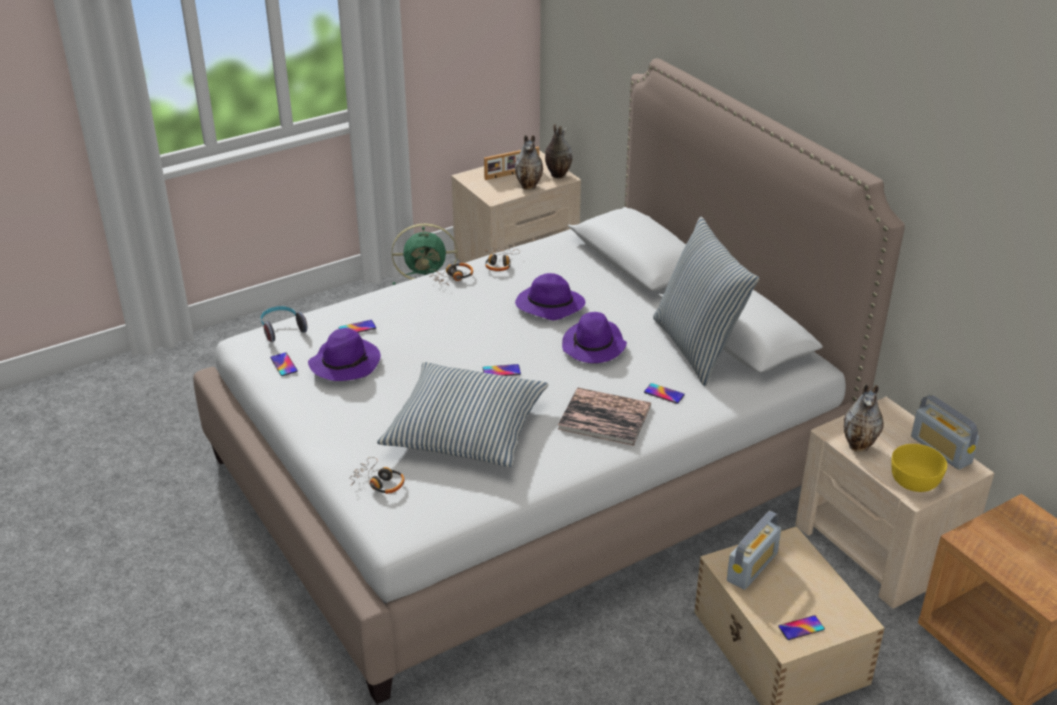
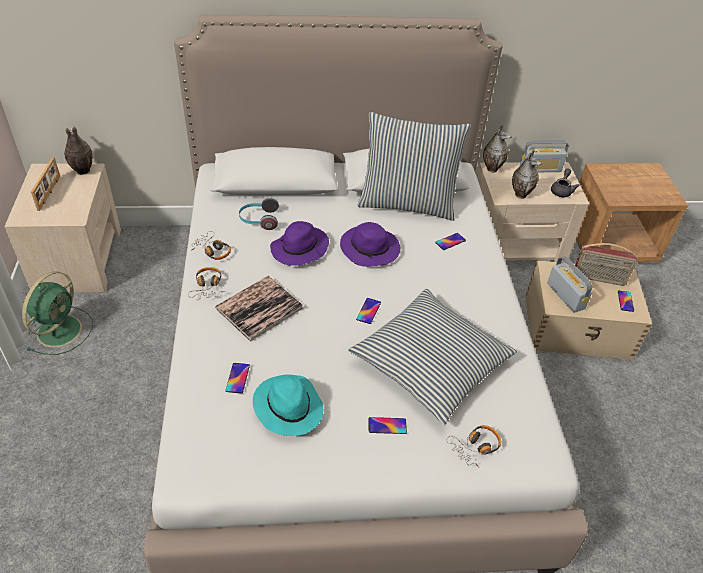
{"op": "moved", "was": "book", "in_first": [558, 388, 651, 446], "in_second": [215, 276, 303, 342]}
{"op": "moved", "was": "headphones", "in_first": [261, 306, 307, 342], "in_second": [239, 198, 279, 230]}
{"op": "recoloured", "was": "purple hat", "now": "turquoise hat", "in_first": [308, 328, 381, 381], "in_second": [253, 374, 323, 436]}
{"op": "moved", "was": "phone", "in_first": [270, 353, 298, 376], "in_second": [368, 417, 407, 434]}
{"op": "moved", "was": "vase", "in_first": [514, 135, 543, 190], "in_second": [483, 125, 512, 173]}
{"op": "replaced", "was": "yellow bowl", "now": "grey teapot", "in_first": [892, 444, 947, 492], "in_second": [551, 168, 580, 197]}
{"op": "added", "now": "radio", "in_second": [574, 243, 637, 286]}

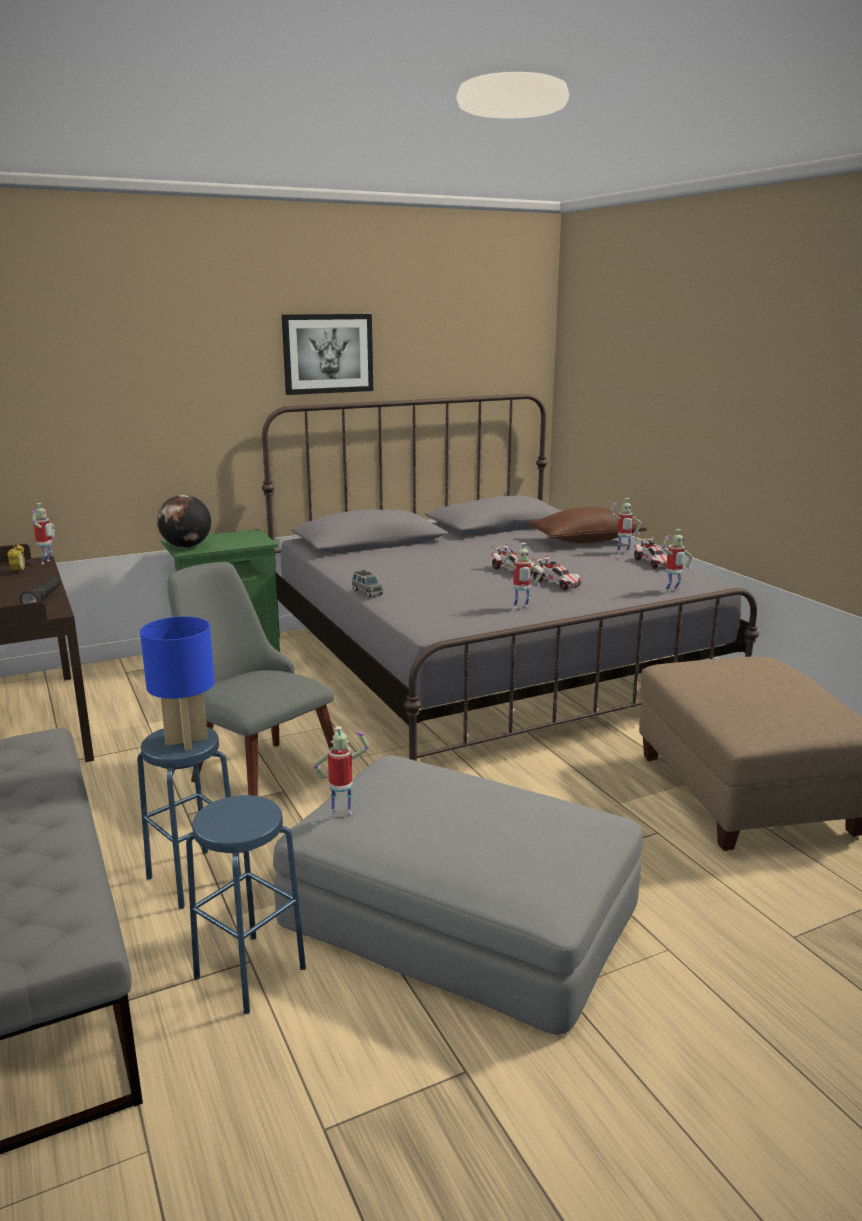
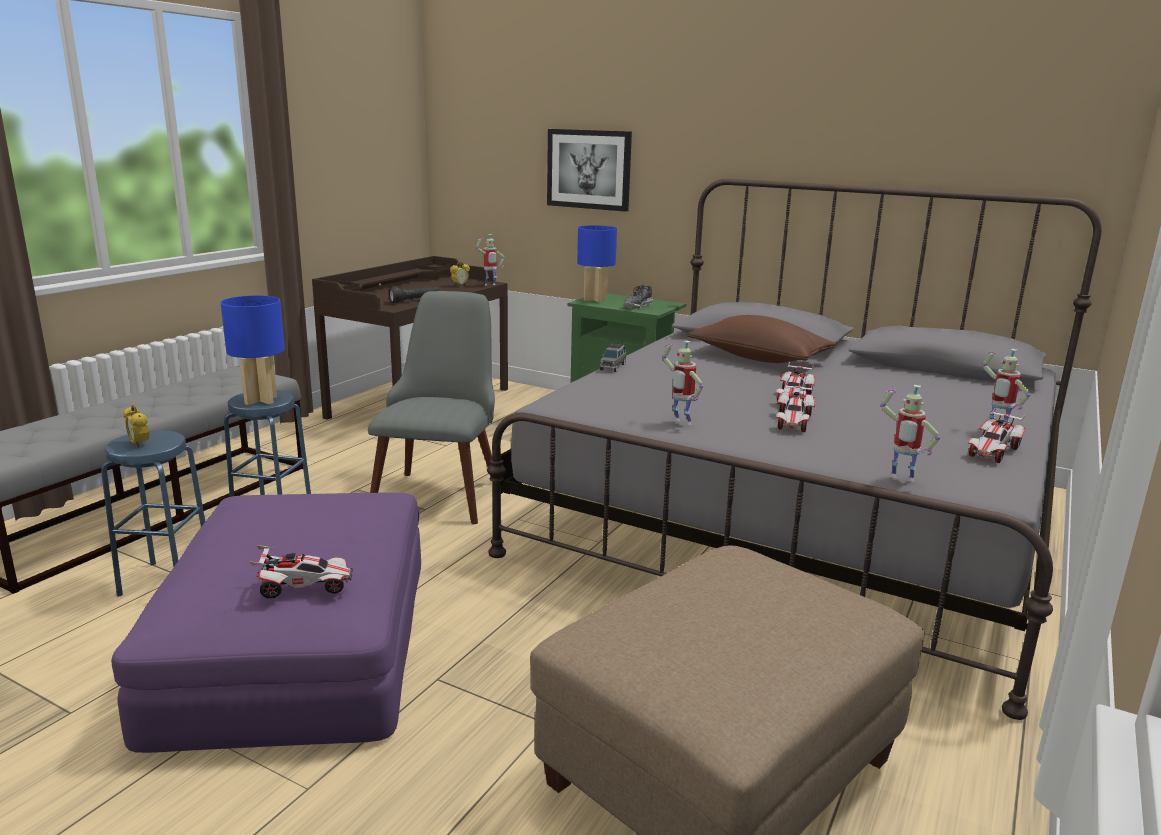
{"op": "recoloured", "was": "grey ottoman", "now": "purple ottoman", "in_first": [273, 755, 643, 1035], "in_second": [111, 492, 421, 753]}
{"op": "added", "now": "alarm clock", "in_second": [123, 405, 149, 448]}
{"op": "added", "now": "toy car", "in_second": [249, 545, 353, 598]}
{"op": "moved", "was": "picture", "in_first": [282, 314, 373, 395], "in_second": [547, 129, 632, 212]}
{"op": "replaced", "was": "globe", "now": "blue table lamp", "in_first": [157, 495, 211, 548], "in_second": [577, 225, 617, 302]}
{"op": "added", "now": "shoe", "in_second": [624, 285, 653, 309]}
{"op": "moved", "was": "brown pillow", "in_first": [529, 507, 647, 543], "in_second": [688, 315, 837, 363]}
{"op": "removed", "was": "toy robot", "in_first": [313, 727, 369, 814]}

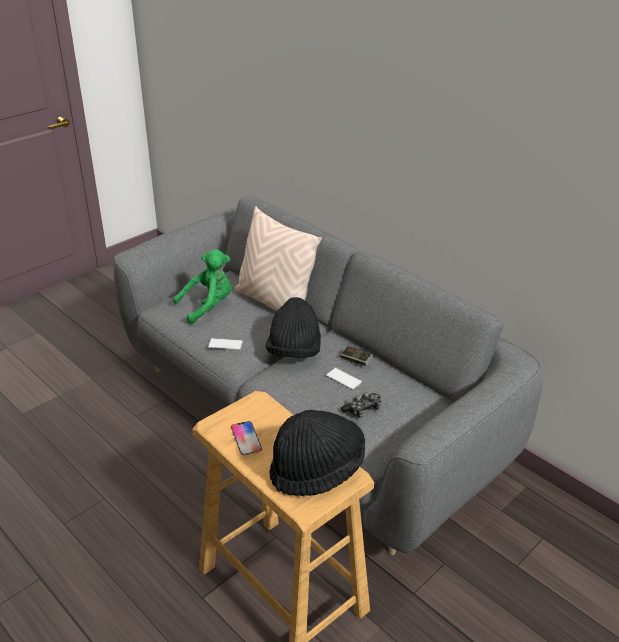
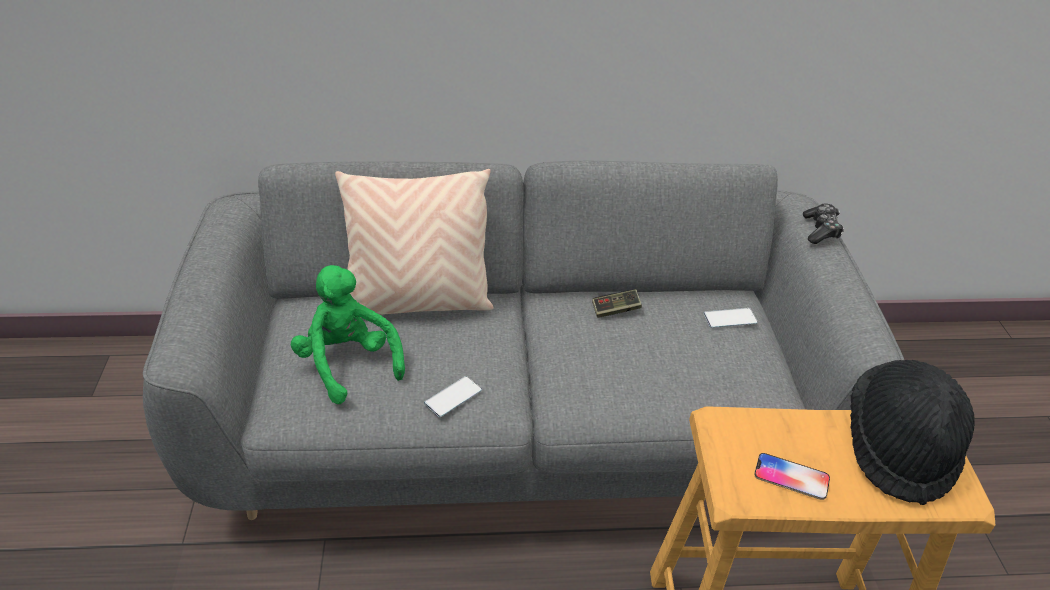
{"op": "turned", "was": "green plush toy", "in_first": [173, 249, 231, 324], "in_second": [291, 265, 405, 404], "clockwise": -45}
{"op": "moved", "was": "phone", "in_first": [325, 367, 362, 390], "in_second": [703, 308, 758, 328]}
{"op": "moved", "was": "game controller", "in_first": [341, 392, 381, 418], "in_second": [803, 203, 844, 244]}
{"op": "removed", "was": "black hat", "in_first": [266, 297, 321, 358]}

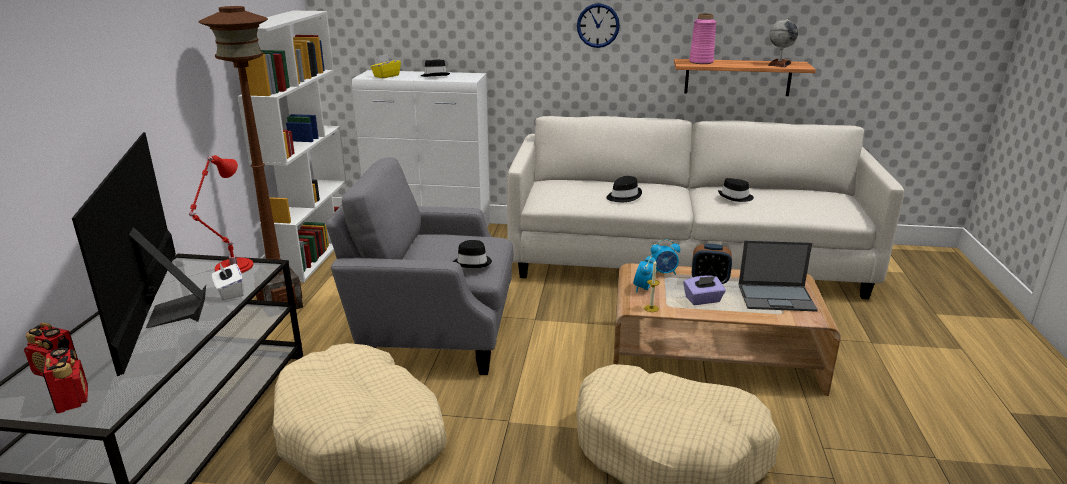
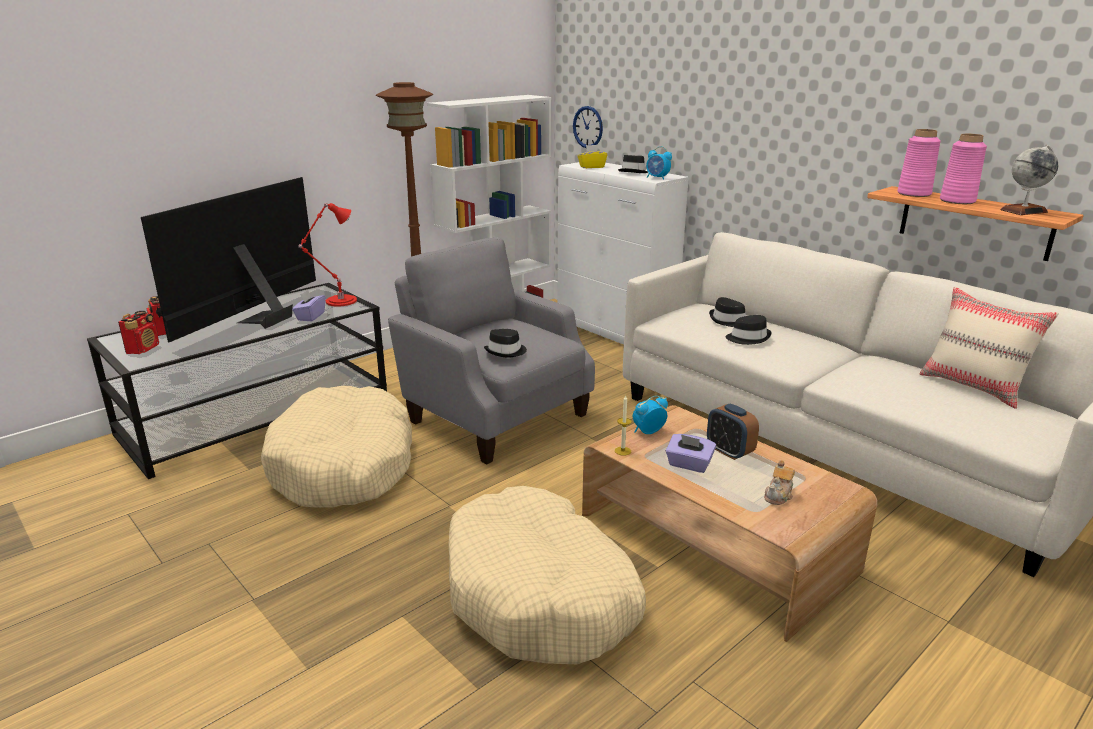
{"op": "recoloured", "was": "white tissue box", "now": "purple tissue box", "in_first": [212, 263, 244, 301], "in_second": [292, 290, 326, 321]}
{"op": "moved", "was": "wall clock", "in_first": [577, 3, 620, 48], "in_second": [573, 106, 603, 148]}
{"op": "moved", "was": "alarm clock", "in_first": [651, 239, 680, 275], "in_second": [646, 146, 672, 180]}
{"op": "moved", "was": "black hat", "in_first": [718, 178, 754, 202], "in_second": [709, 297, 746, 327]}
{"op": "replaced", "was": "laptop", "now": "teapot", "in_first": [738, 240, 818, 312], "in_second": [764, 460, 795, 505]}
{"op": "added", "now": "beige pillow", "in_second": [919, 287, 1059, 409]}
{"op": "added", "now": "pink vase", "in_second": [940, 134, 987, 204]}

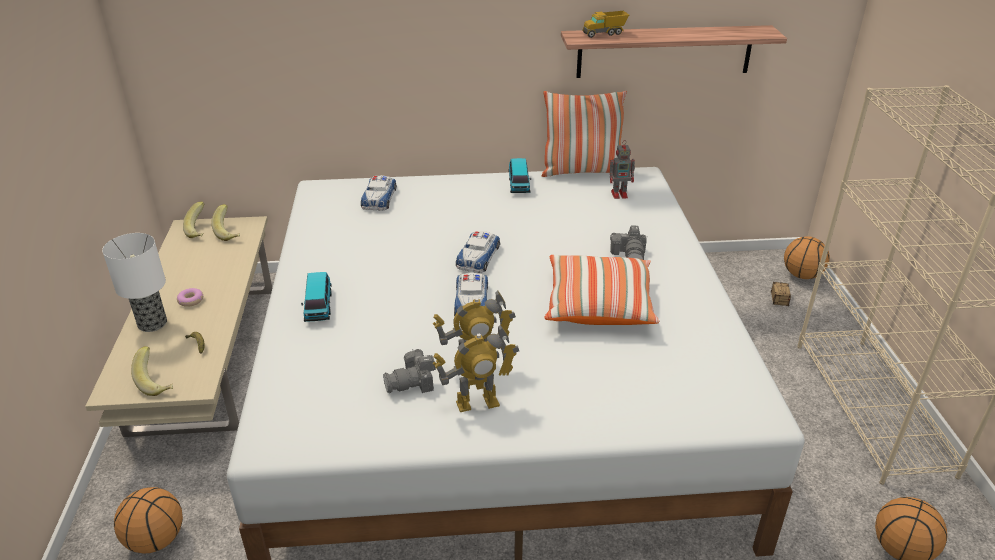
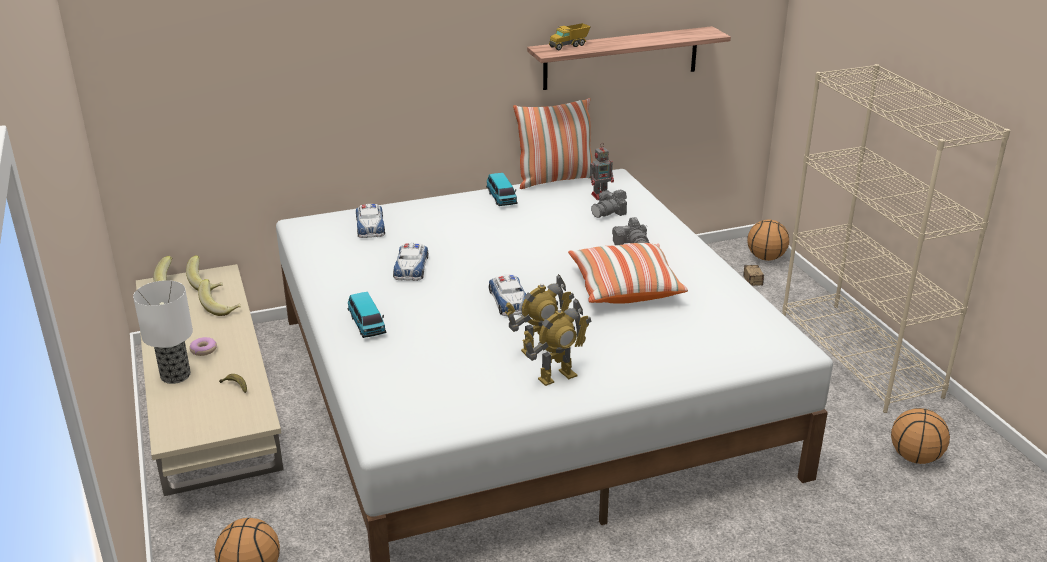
{"op": "moved", "was": "banana", "in_first": [131, 346, 173, 396], "in_second": [198, 279, 241, 316]}
{"op": "moved", "was": "toy car", "in_first": [456, 231, 500, 273], "in_second": [393, 243, 429, 281]}
{"op": "moved", "was": "photo camera", "in_first": [383, 349, 436, 393], "in_second": [591, 190, 627, 218]}

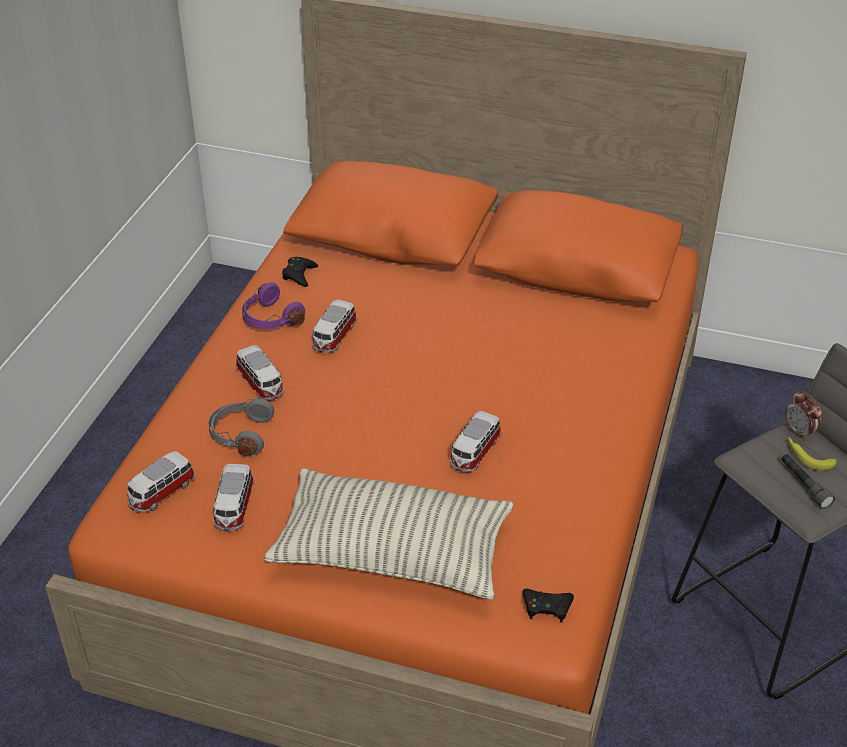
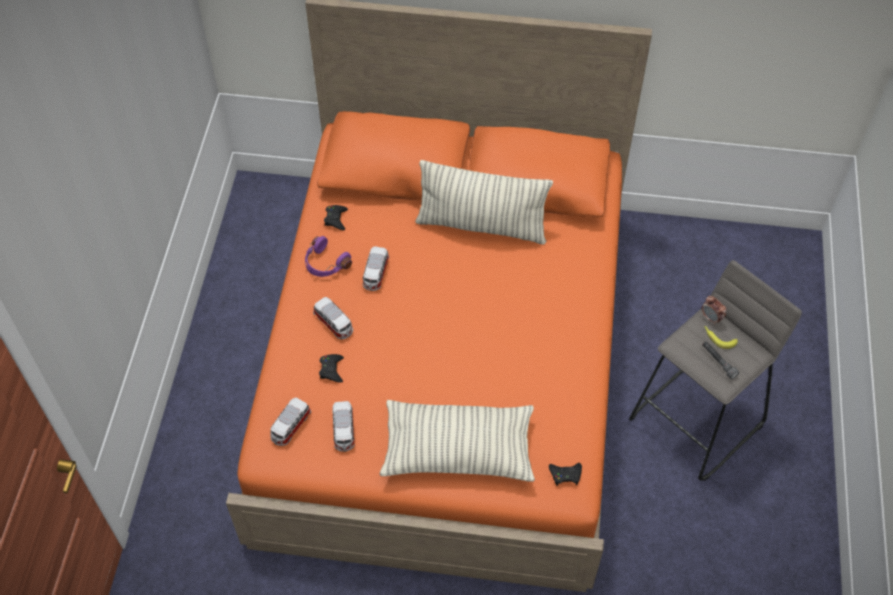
{"op": "replaced", "was": "grey headphones", "now": "black game controller", "in_first": [208, 398, 274, 456], "in_second": [319, 354, 344, 383]}
{"op": "added", "now": "pillow", "in_second": [415, 160, 553, 245]}
{"op": "removed", "was": "toy car", "in_first": [450, 411, 501, 472]}

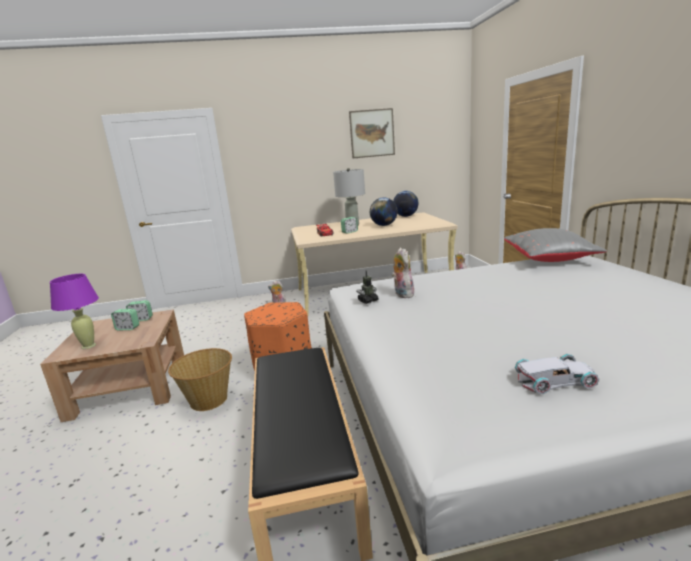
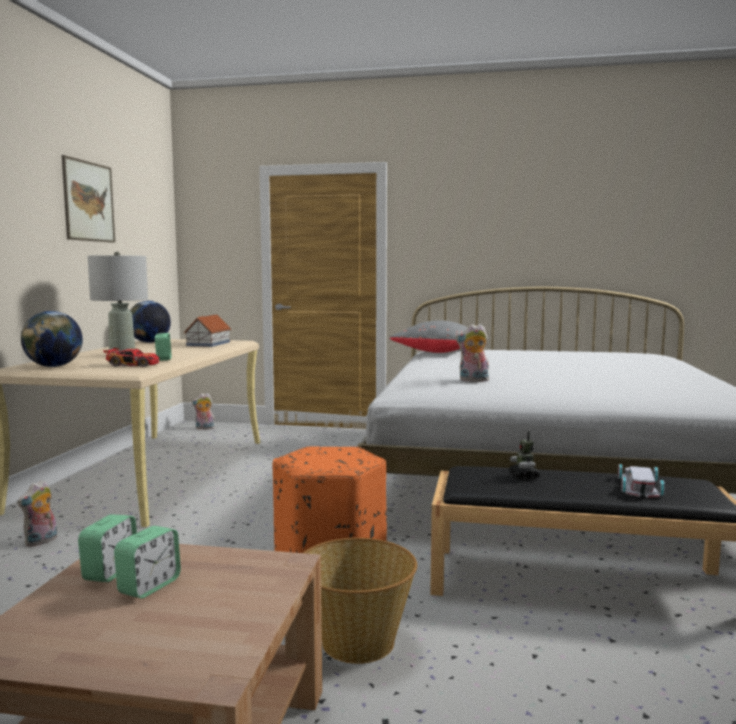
{"op": "moved", "was": "globe", "in_first": [370, 197, 398, 226], "in_second": [21, 311, 83, 367]}
{"op": "added", "now": "toy house", "in_second": [184, 314, 231, 347]}
{"op": "moved", "was": "toy robot", "in_first": [356, 270, 379, 304], "in_second": [509, 431, 541, 480]}
{"op": "moved", "was": "white toy car", "in_first": [515, 354, 599, 394], "in_second": [618, 464, 665, 498]}
{"op": "removed", "was": "purple table lamp", "in_first": [50, 274, 99, 349]}

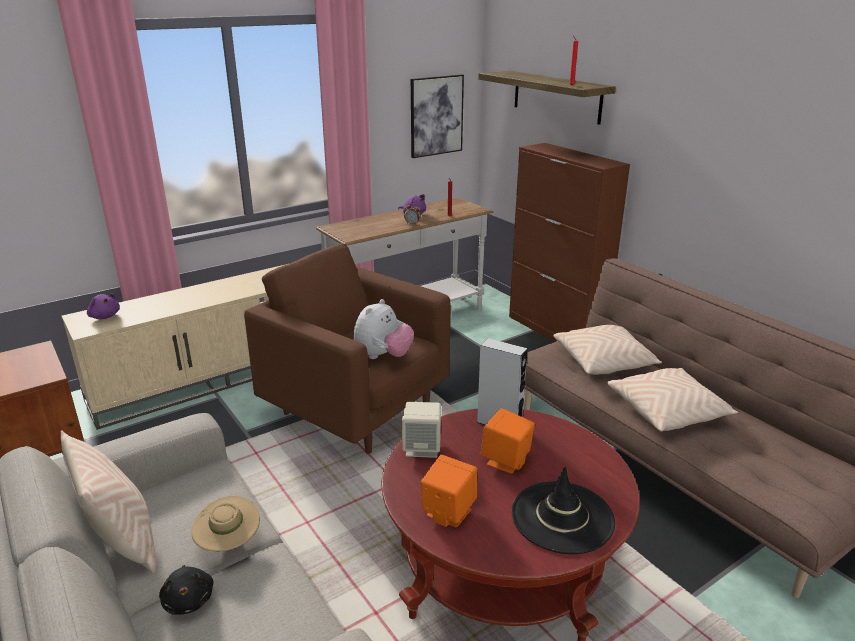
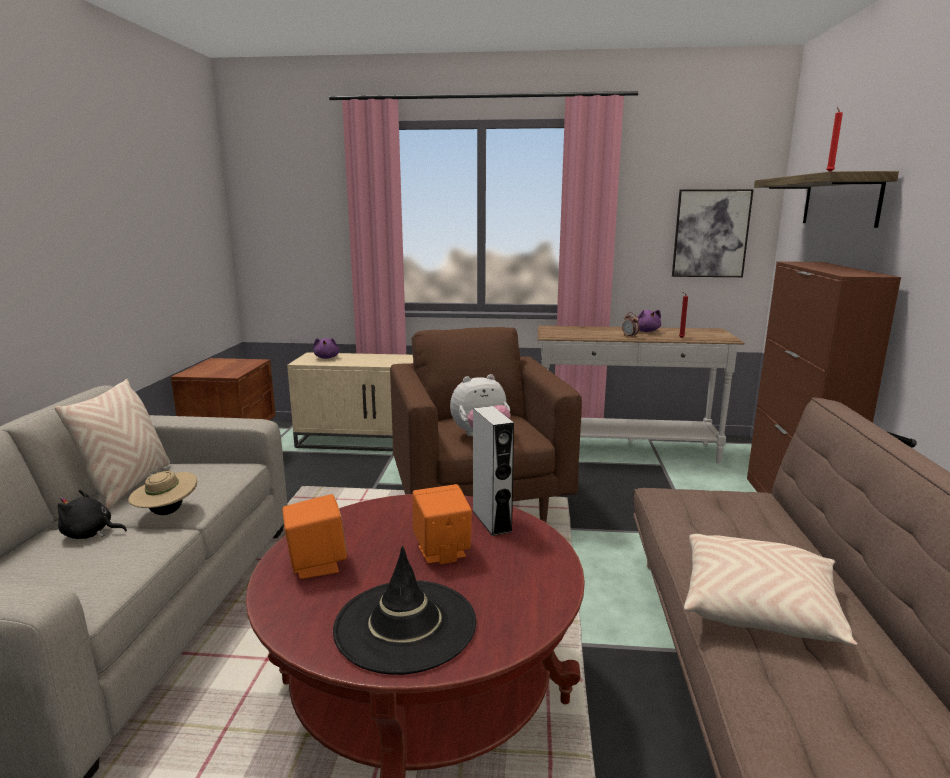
{"op": "turned", "was": "black plush toy", "in_first": [159, 565, 214, 615], "in_second": [58, 490, 127, 539], "clockwise": 75}
{"op": "removed", "was": "beige speaker", "in_first": [402, 402, 441, 458]}
{"op": "removed", "was": "beige pillow", "in_first": [553, 325, 662, 375]}

